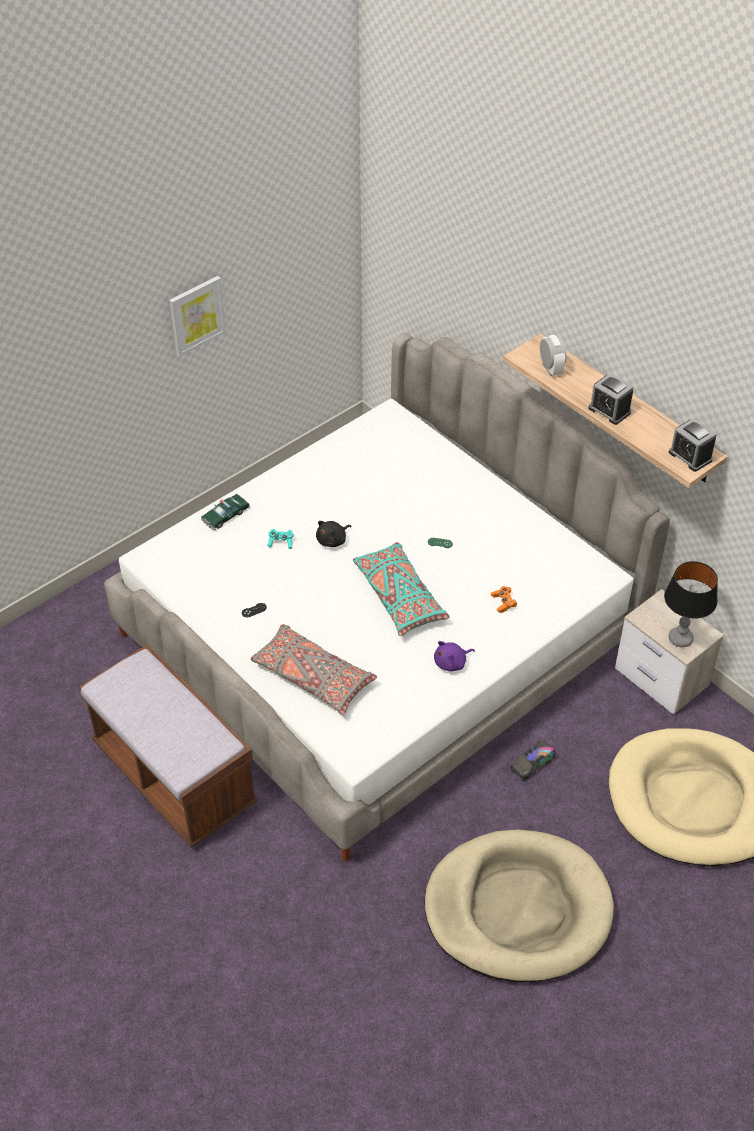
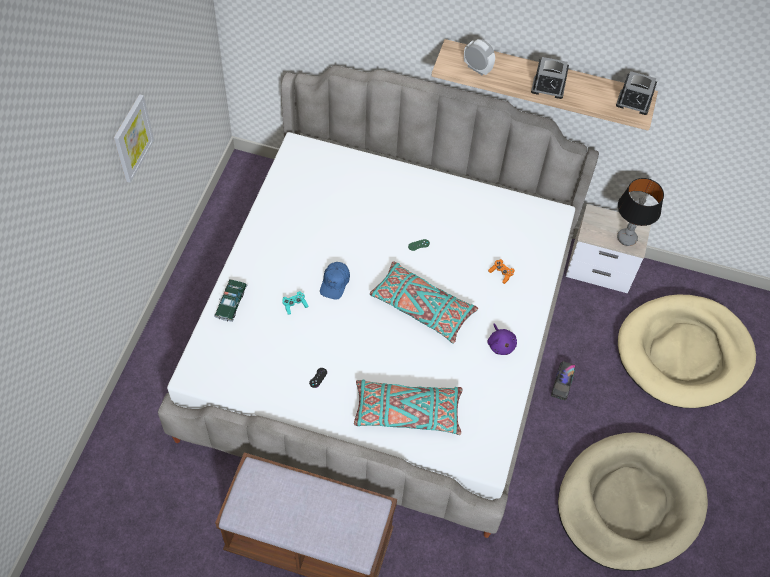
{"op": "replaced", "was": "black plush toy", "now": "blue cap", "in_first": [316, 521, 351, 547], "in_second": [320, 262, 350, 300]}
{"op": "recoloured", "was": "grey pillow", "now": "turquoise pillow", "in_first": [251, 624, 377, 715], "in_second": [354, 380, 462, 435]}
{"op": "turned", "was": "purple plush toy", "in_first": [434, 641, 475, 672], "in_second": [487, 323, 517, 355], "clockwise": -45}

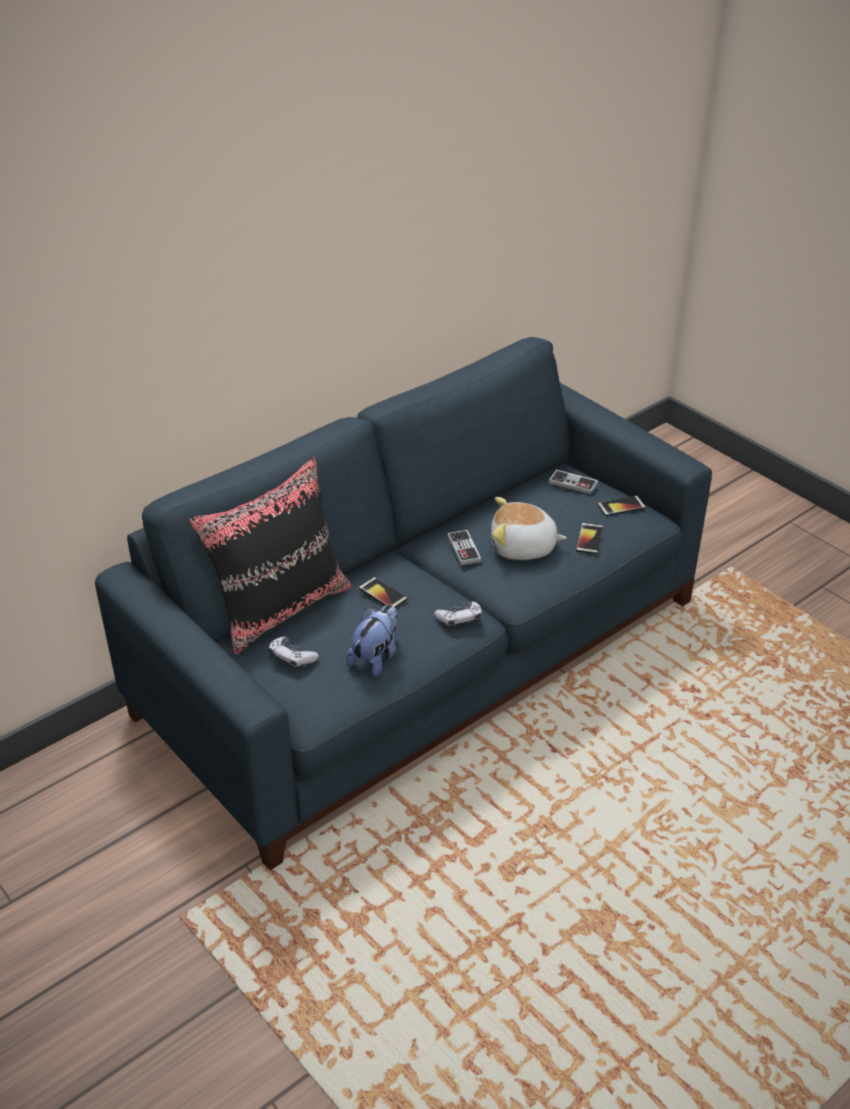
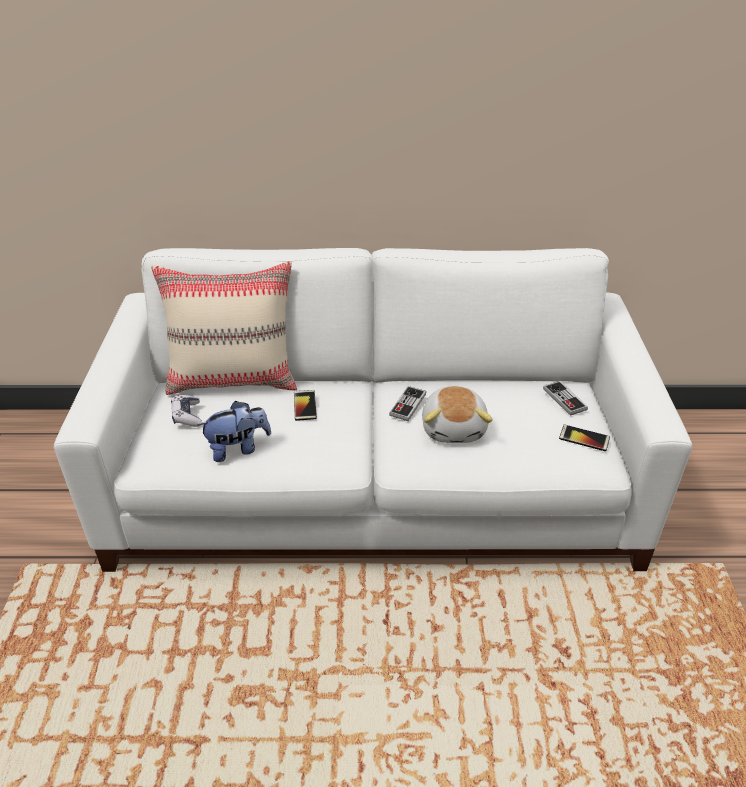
{"op": "recoloured", "was": "blue sofa", "now": "white sofa", "in_first": [95, 337, 712, 870], "in_second": [54, 248, 692, 572]}
{"op": "recoloured", "was": "black pillow", "now": "beige pillow", "in_first": [189, 456, 352, 654], "in_second": [151, 261, 297, 395]}
{"op": "turned", "was": "plush toy", "in_first": [491, 497, 567, 560], "in_second": [422, 386, 493, 443], "clockwise": -135}
{"op": "removed", "was": "game controller", "in_first": [434, 601, 482, 629]}
{"op": "removed", "was": "phone", "in_first": [576, 523, 603, 554]}

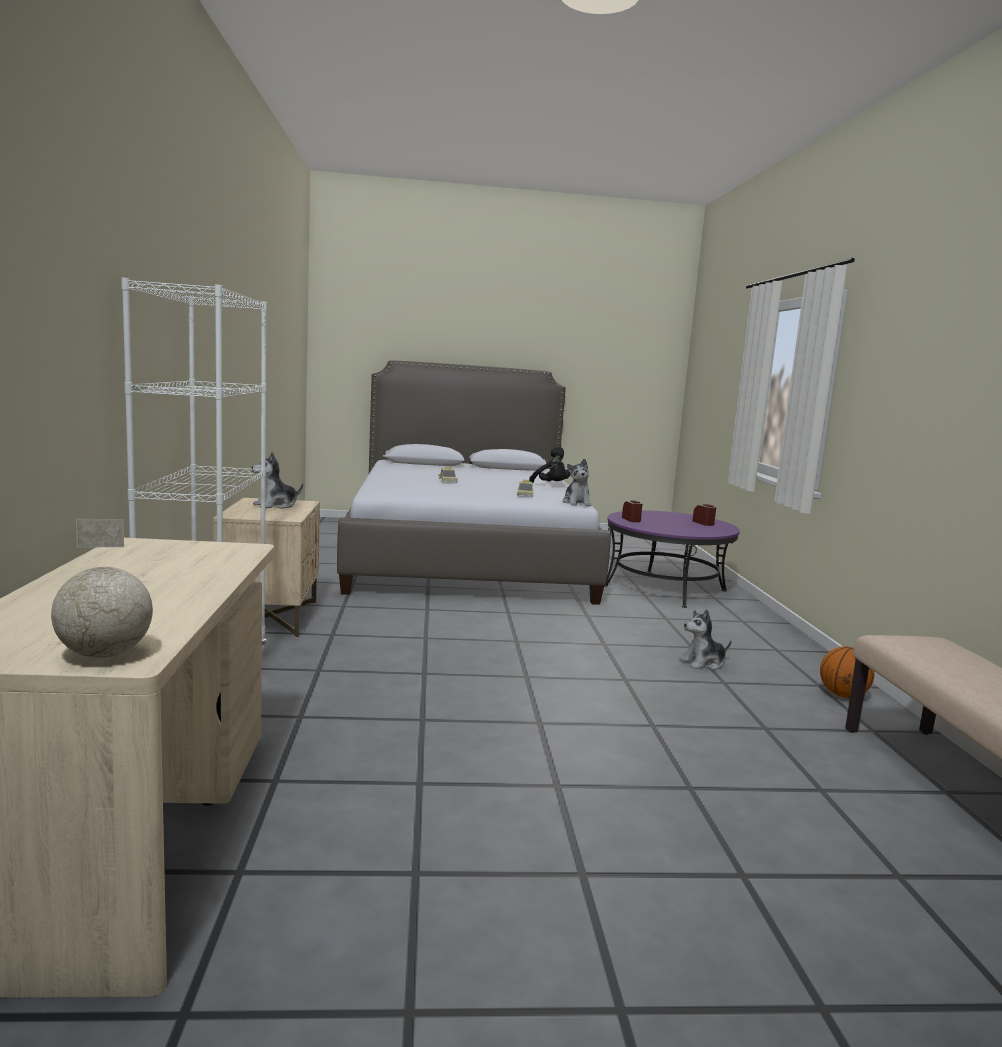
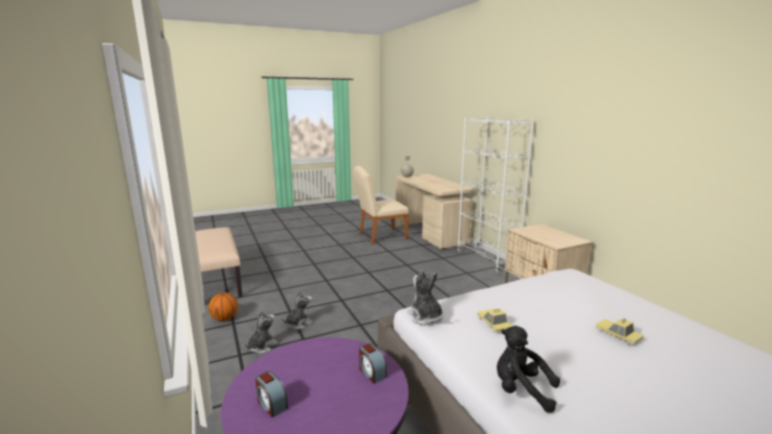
{"op": "moved", "was": "plush toy", "in_first": [252, 452, 303, 509], "in_second": [245, 310, 278, 354]}
{"op": "added", "now": "beige chair", "in_second": [353, 166, 409, 245]}

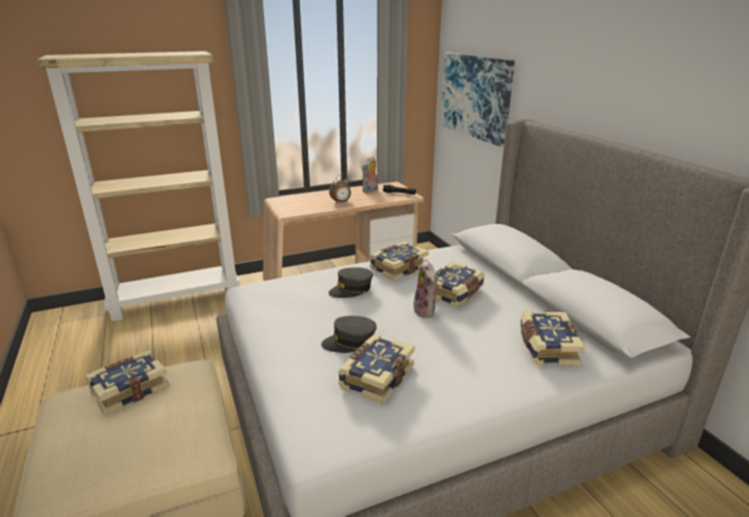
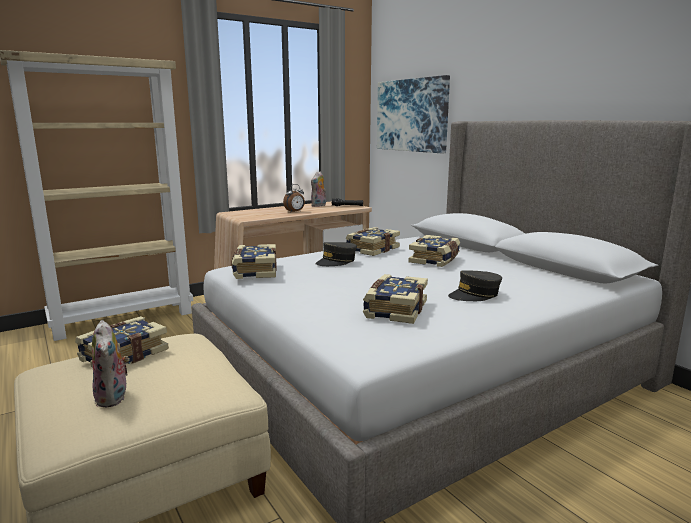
{"op": "moved", "was": "plush toy", "in_first": [414, 259, 439, 318], "in_second": [92, 320, 129, 408]}
{"op": "moved", "was": "book", "in_first": [520, 311, 585, 366], "in_second": [231, 244, 277, 279]}
{"op": "moved", "was": "grey cap", "in_first": [321, 316, 377, 353], "in_second": [448, 270, 502, 301]}

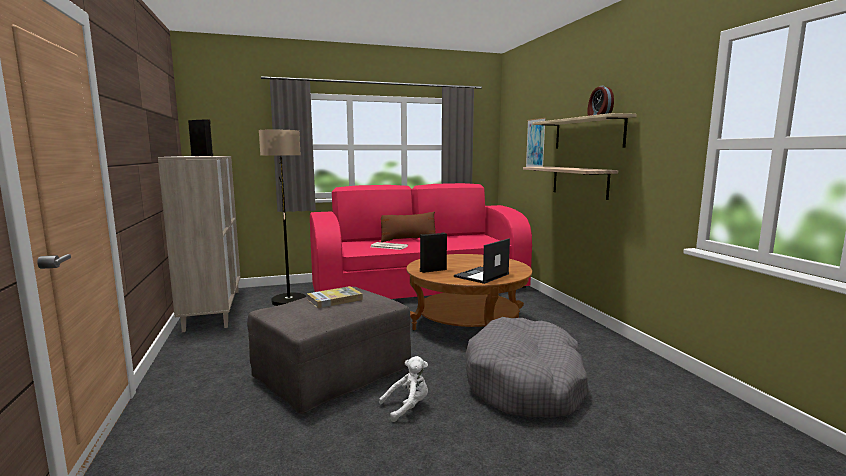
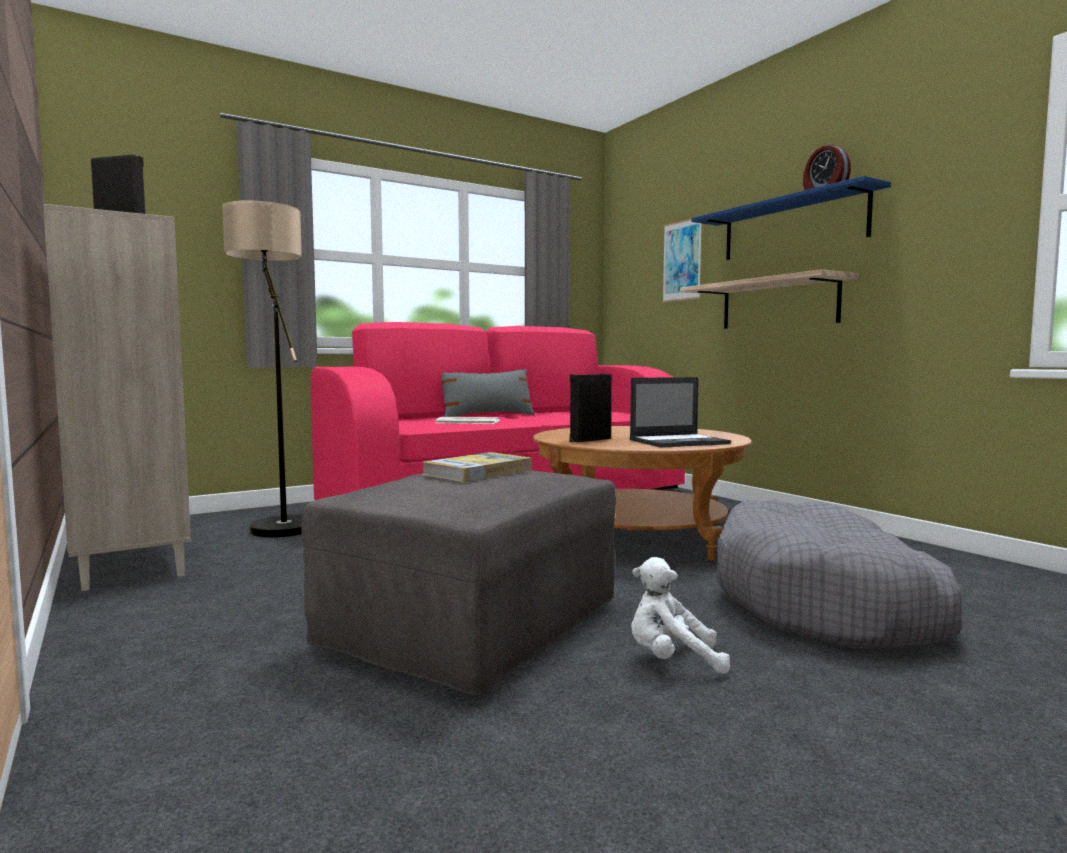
{"op": "recoloured", "was": "brown pillow", "now": "grey pillow", "in_first": [381, 211, 436, 242], "in_second": [441, 369, 535, 417]}
{"op": "turned", "was": "laptop", "in_first": [454, 238, 510, 284], "in_second": [629, 377, 731, 448], "clockwise": -135}
{"op": "turned", "was": "white plush toy", "in_first": [379, 356, 428, 422], "in_second": [631, 557, 730, 674], "clockwise": -135}
{"op": "recoloured", "was": "beige shelf", "now": "blue shelf", "in_first": [532, 113, 637, 148], "in_second": [691, 176, 891, 260]}

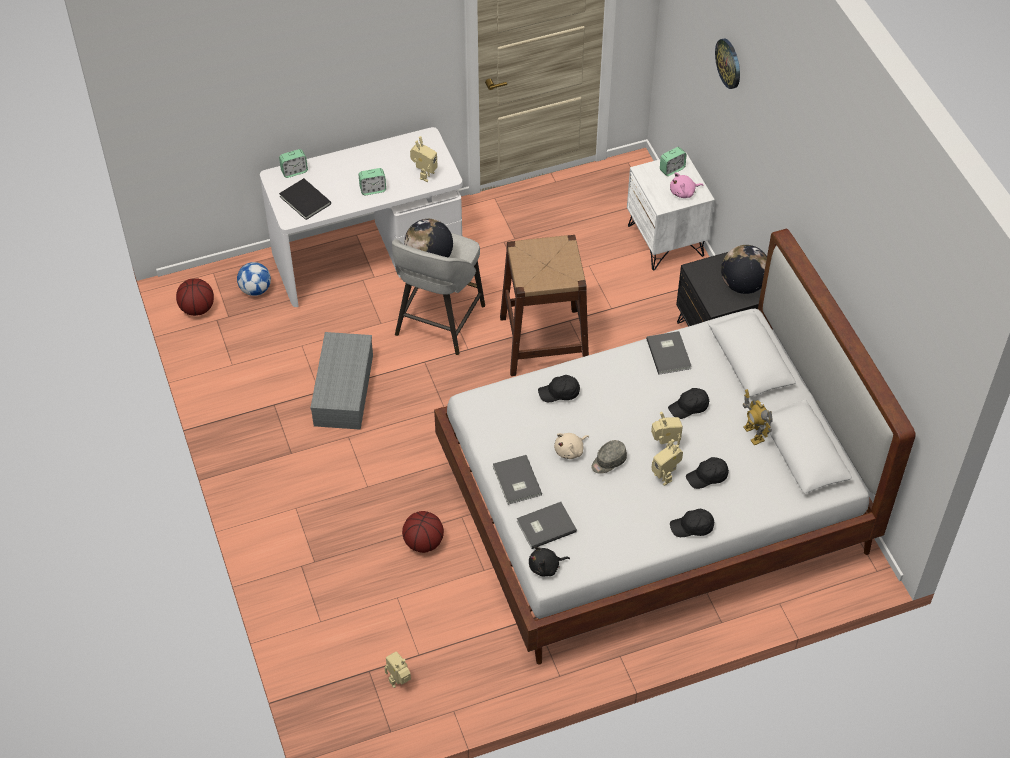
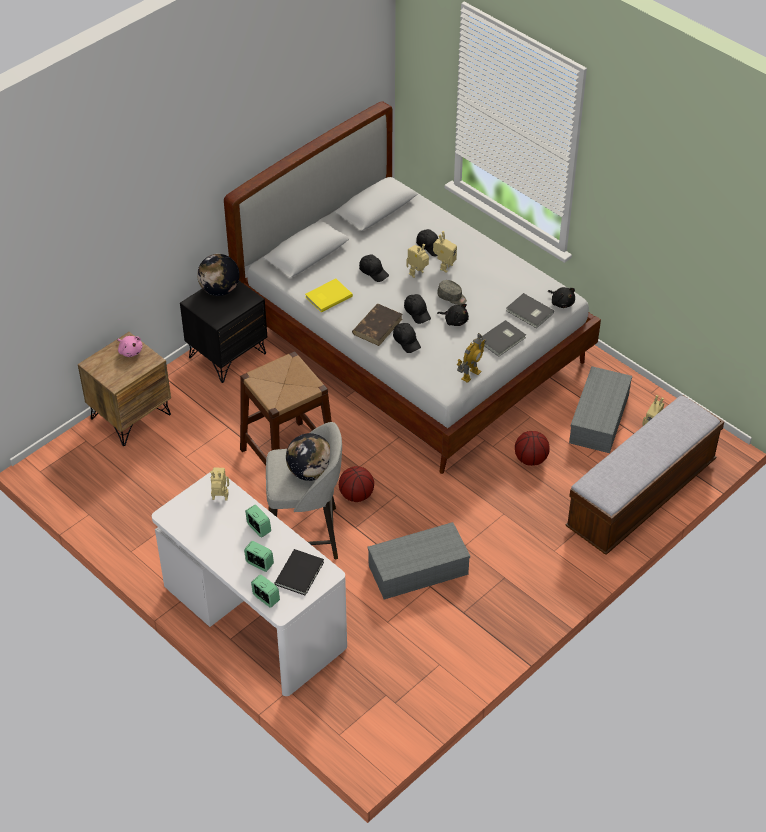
{"op": "recoloured", "was": "white nightstand", "now": "brown nightstand", "in_first": [627, 152, 715, 270], "in_second": [78, 332, 171, 446]}
{"op": "moved", "was": "alarm clock", "in_first": [660, 147, 687, 176], "in_second": [244, 541, 274, 572]}
{"op": "recoloured", "was": "grey book", "now": "yellow book", "in_first": [646, 331, 691, 375], "in_second": [305, 278, 353, 313]}
{"op": "moved", "was": "basketball", "in_first": [176, 278, 214, 316], "in_second": [339, 466, 374, 502]}
{"op": "added", "now": "brown book", "in_second": [352, 304, 403, 346]}
{"op": "moved", "was": "black cap", "in_first": [670, 509, 714, 537], "in_second": [404, 294, 431, 324]}
{"op": "recoloured", "was": "beige plush toy", "now": "black plush toy", "in_first": [554, 433, 589, 459], "in_second": [437, 304, 469, 326]}
{"op": "moved", "was": "toy robot", "in_first": [743, 389, 773, 445], "in_second": [457, 333, 486, 383]}
{"op": "added", "now": "bench", "in_second": [566, 395, 725, 555]}
{"op": "added", "now": "grey storage box", "in_second": [569, 366, 632, 453]}
{"op": "removed", "was": "football", "in_first": [237, 262, 271, 296]}
{"op": "removed", "was": "wall clock", "in_first": [715, 39, 740, 89]}

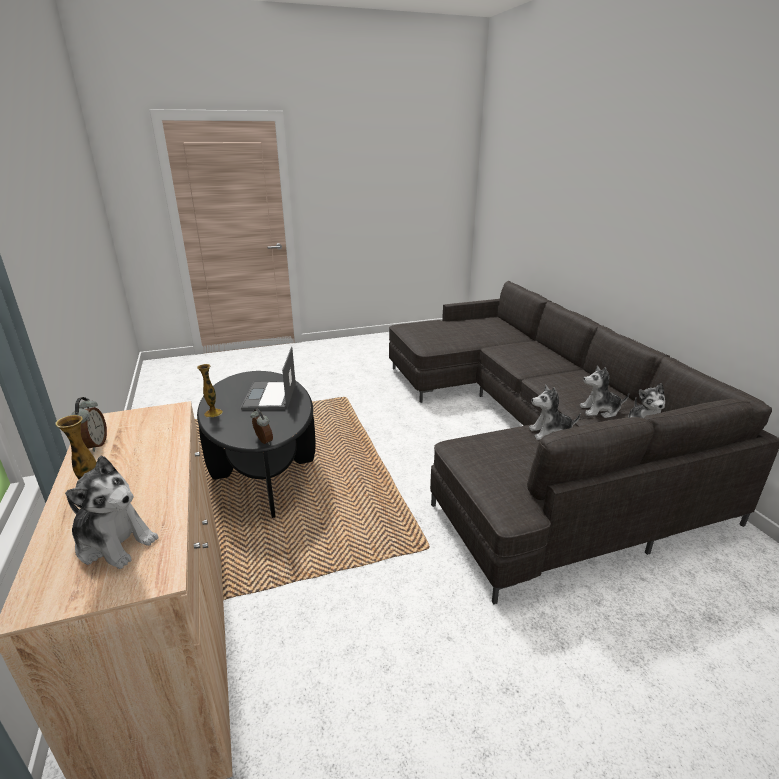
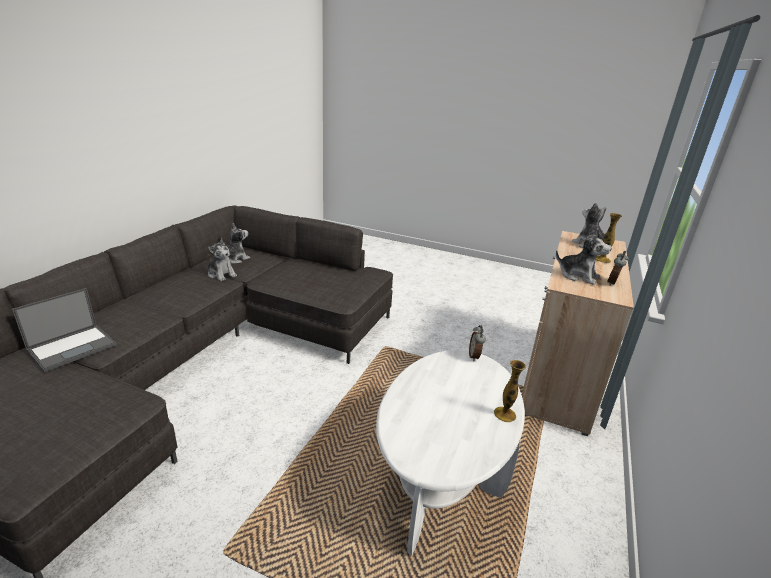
{"op": "moved", "was": "laptop", "in_first": [241, 347, 296, 410], "in_second": [12, 288, 117, 372]}
{"op": "recoloured", "was": "black coffee table", "now": "white coffee table", "in_first": [197, 371, 316, 518], "in_second": [376, 350, 525, 555]}
{"op": "moved", "was": "plush toy", "in_first": [529, 385, 581, 440], "in_second": [556, 228, 612, 285]}

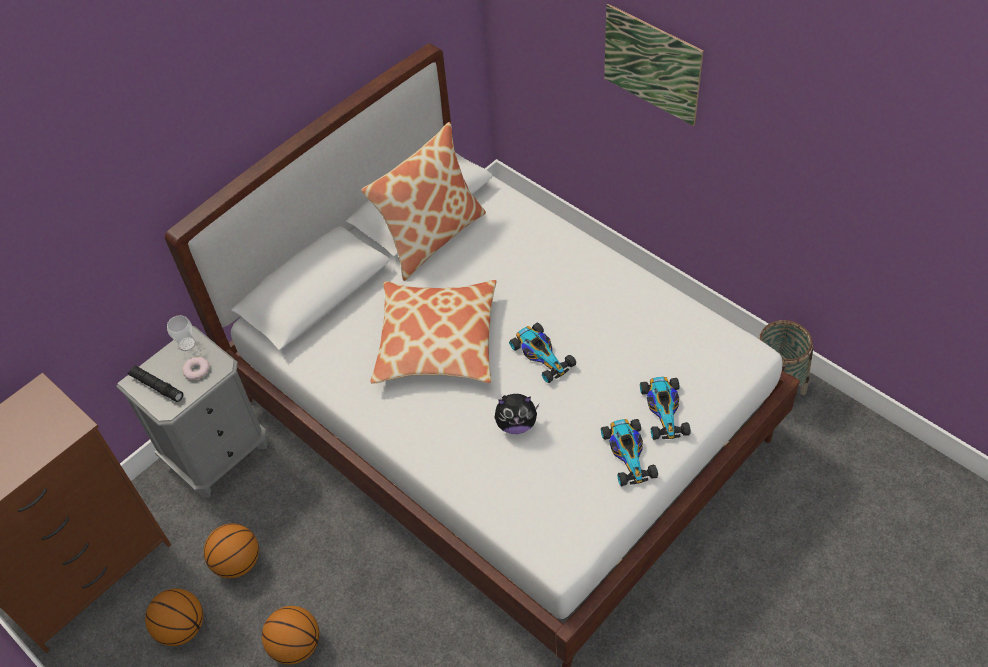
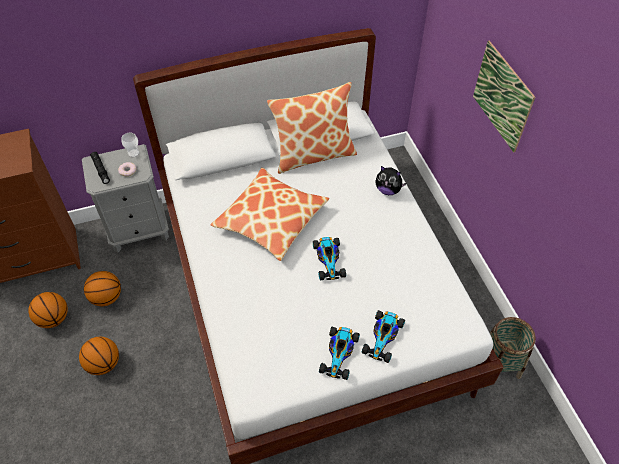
{"op": "moved", "was": "plush toy", "in_first": [494, 394, 539, 434], "in_second": [375, 166, 406, 195]}

